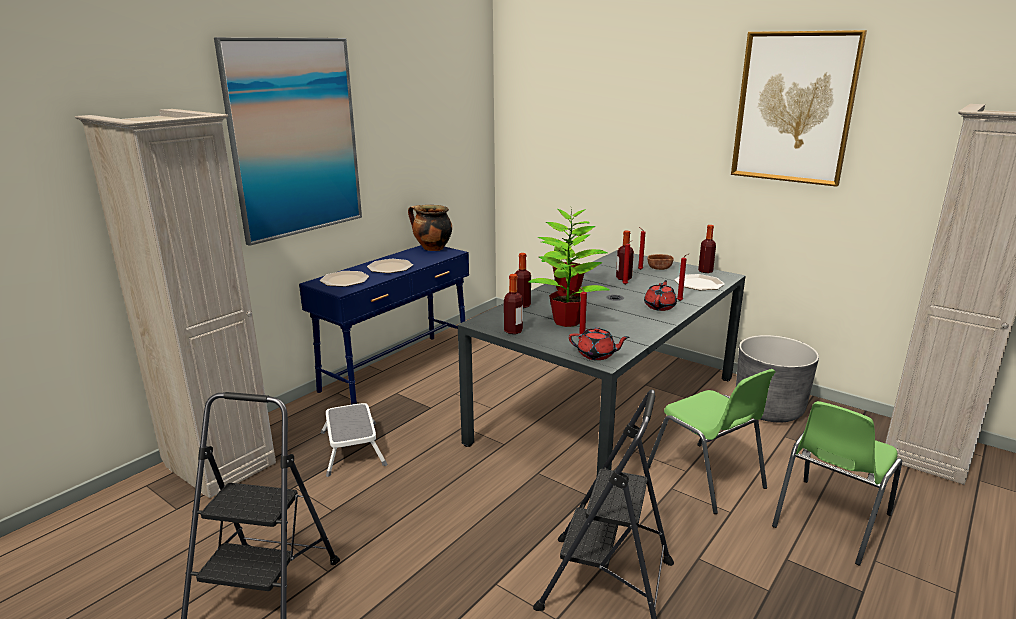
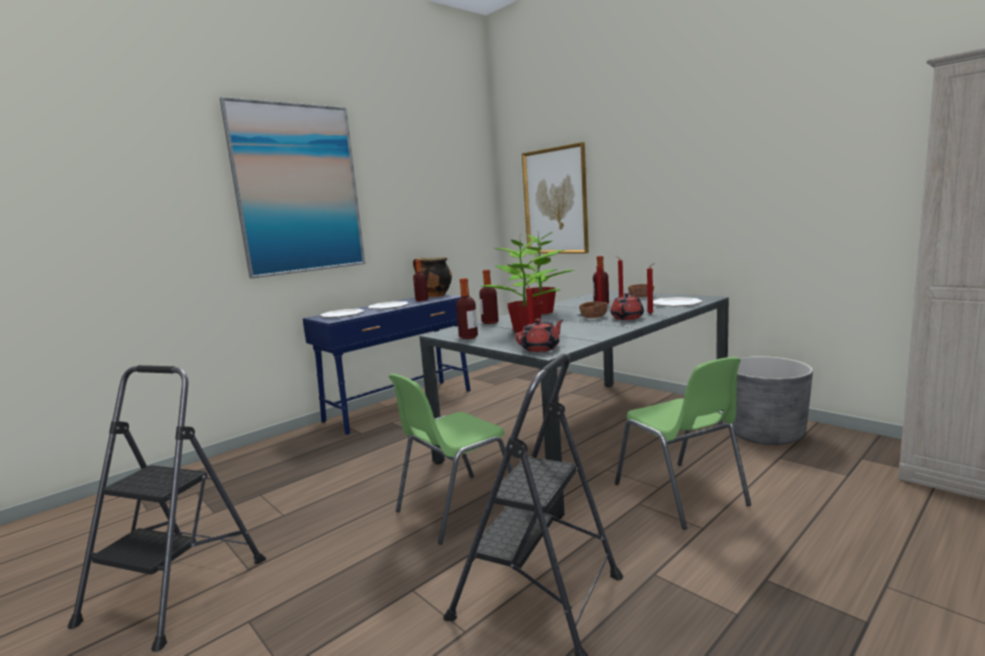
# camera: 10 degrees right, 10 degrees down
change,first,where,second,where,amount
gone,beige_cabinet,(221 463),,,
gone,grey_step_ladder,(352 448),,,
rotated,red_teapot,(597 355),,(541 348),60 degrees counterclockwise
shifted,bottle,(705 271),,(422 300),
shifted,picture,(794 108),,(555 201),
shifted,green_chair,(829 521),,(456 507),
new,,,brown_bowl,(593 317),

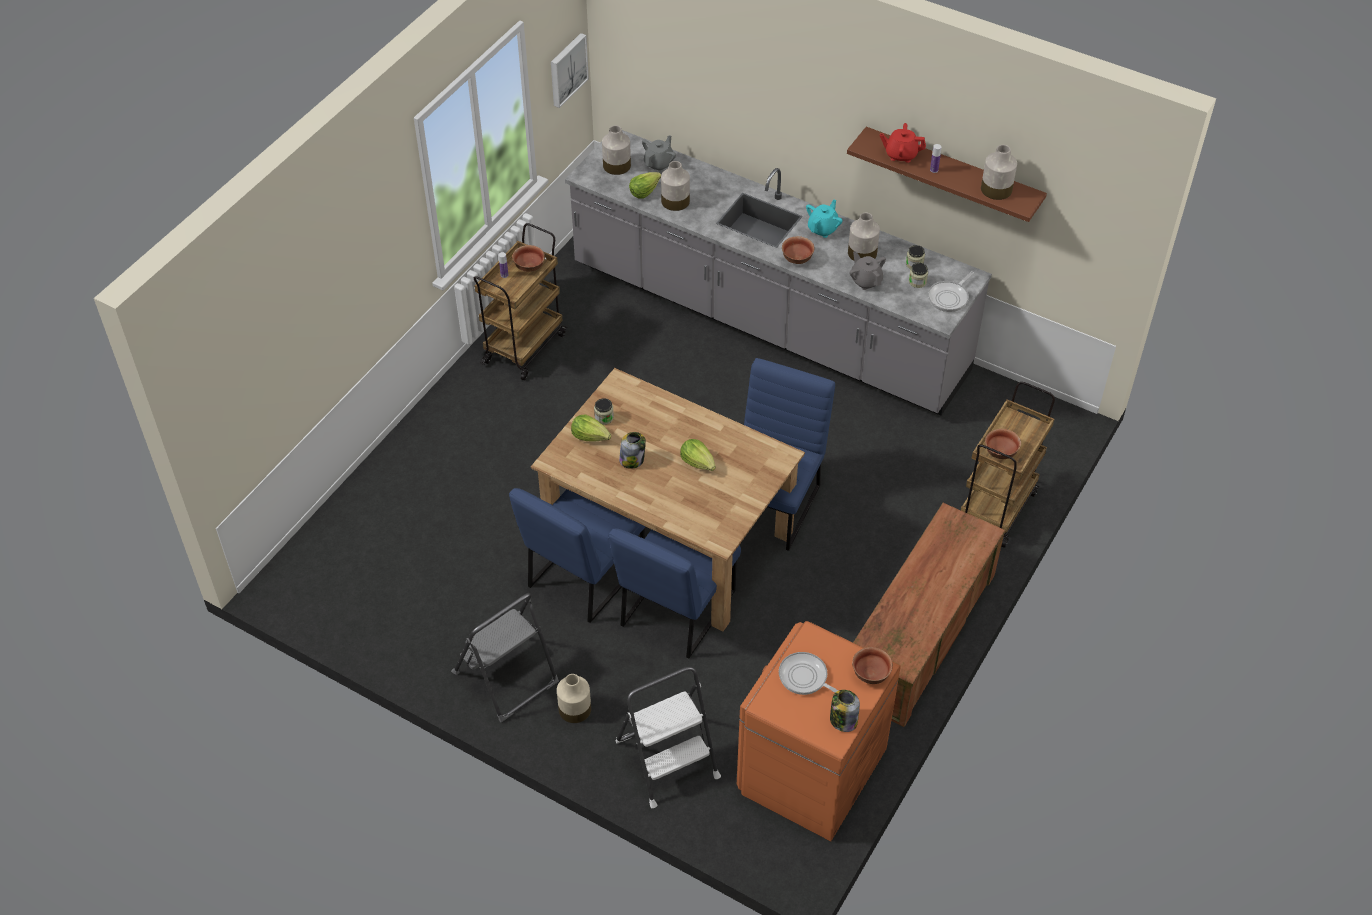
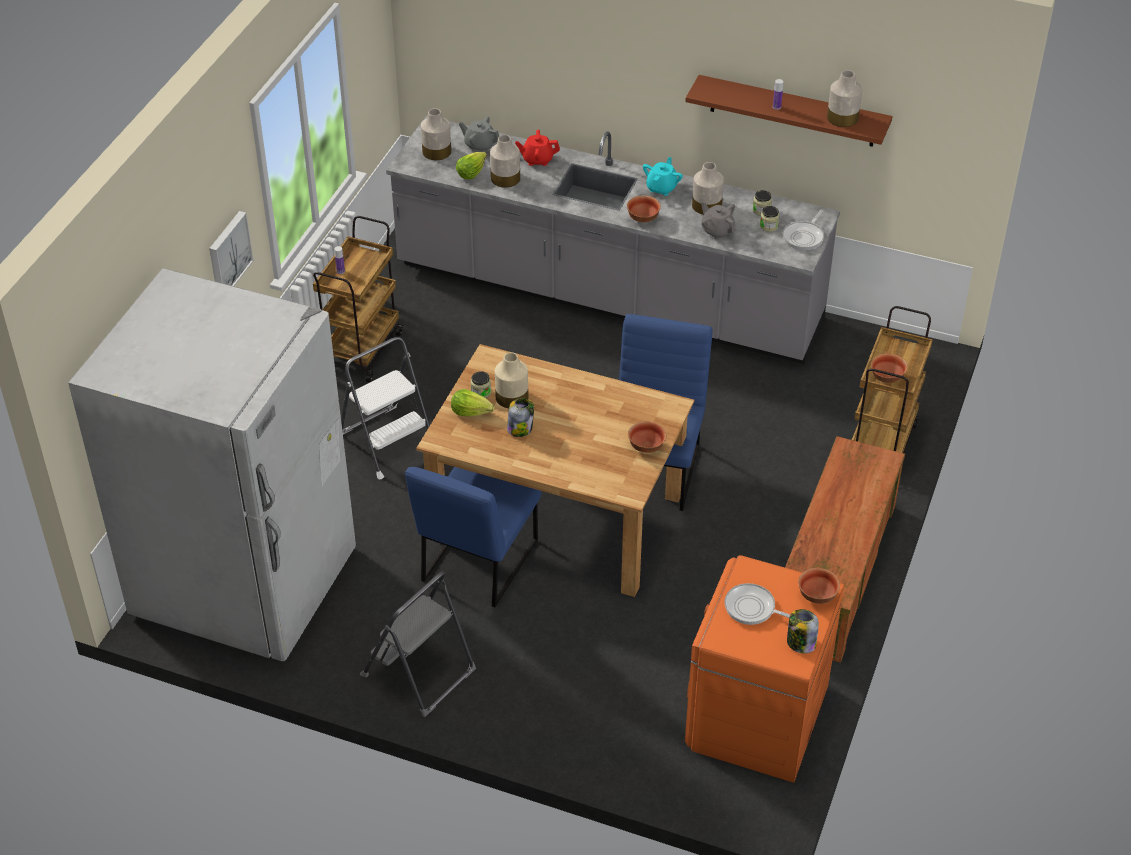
# camera: 10 degrees left, 5 degrees down
change,first,where,second,where,amount
shifted,bowl,(530 267),,(646 446),
shifted,picture,(567 69),,(228 253),
shifted,beige_vase,(574 708),,(511 397),
gone,blue_chair,(675 610),,,
shifted,white_step_ladder,(665 755),,(385 439),
rotated,grey_teapot,(659 163),,(480 145),90 degrees counterclockwise
gone,lettuce,(698 462),,,
shifted,red_teapot,(901 155),,(537 159),
new,,,white_fridge,(245 580),

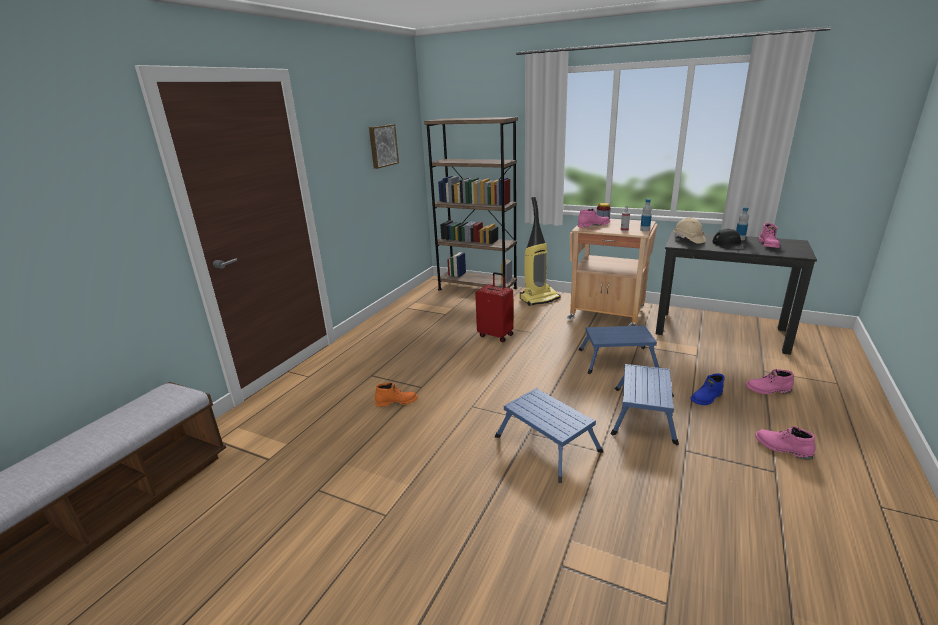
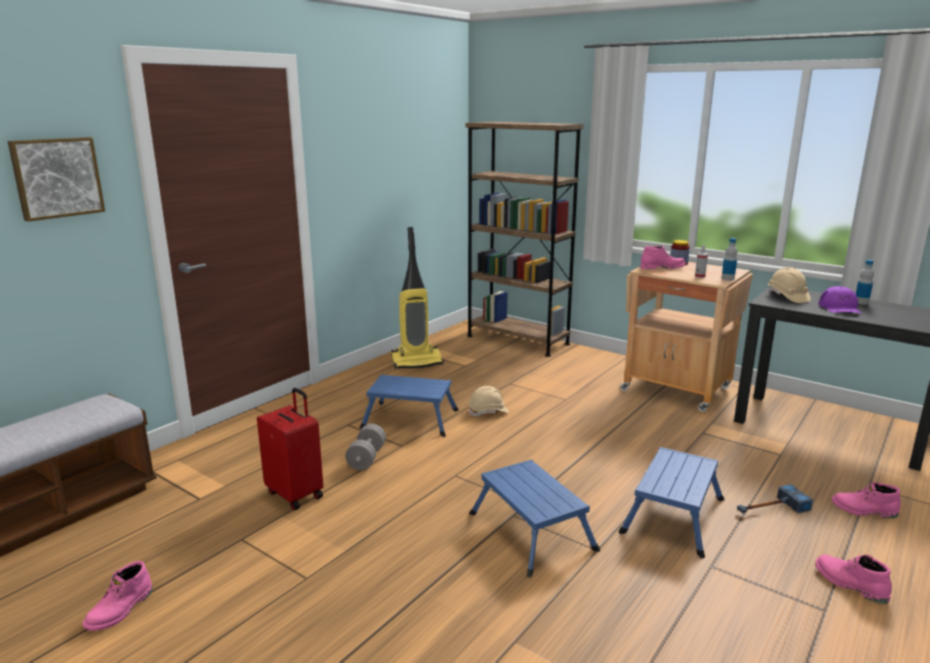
# camera: 10 degrees right, 5 degrees down
change,first,where,second,where,amount
shifted,picture,(382 146),,(56 177),
swapped,orange_boot,(397 402),grey_dumbbell,(366 458),
shifted,red_suitcase,(496 335),,(296 494),
shifted,vacuum_cleaner,(539 299),,(417 362),
shifted,blue_step_ladder,(618 360),,(411 419),
swapped,blue_boot,(707 398),hammer,(770 509),
repainted,black_cap,(729 244),purple_cap,(840 308),
shifted,pink_boot,(769 245),,(121 610),
new,,,beige_hard_hat,(488 412),

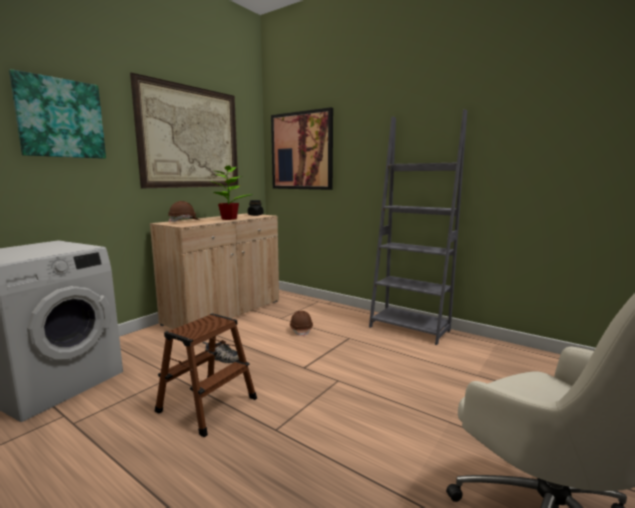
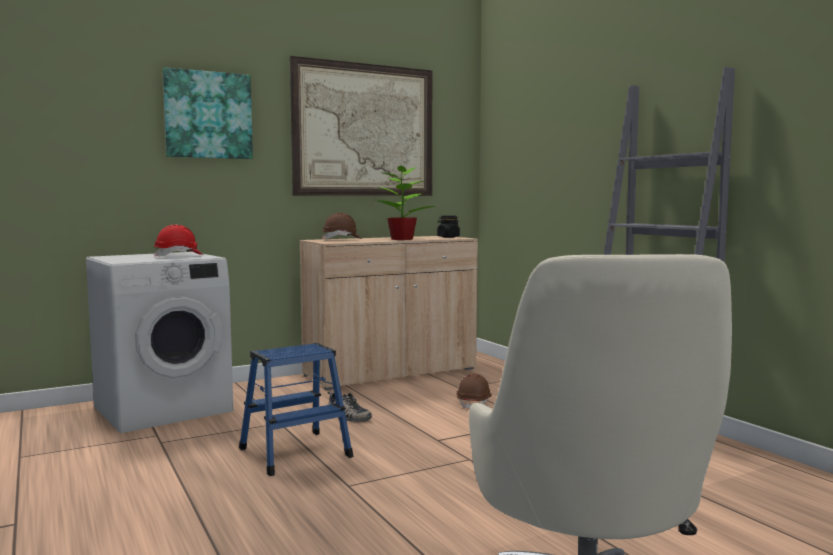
# camera: 25 degrees right, 5 degrees down
change,first,where,second,where,amount
repainted,brown_step_ladder,(207 404),blue_step_ladder,(295 452),
gone,picture,(301 151),,,
new,,,red_hard_hat,(179 256),

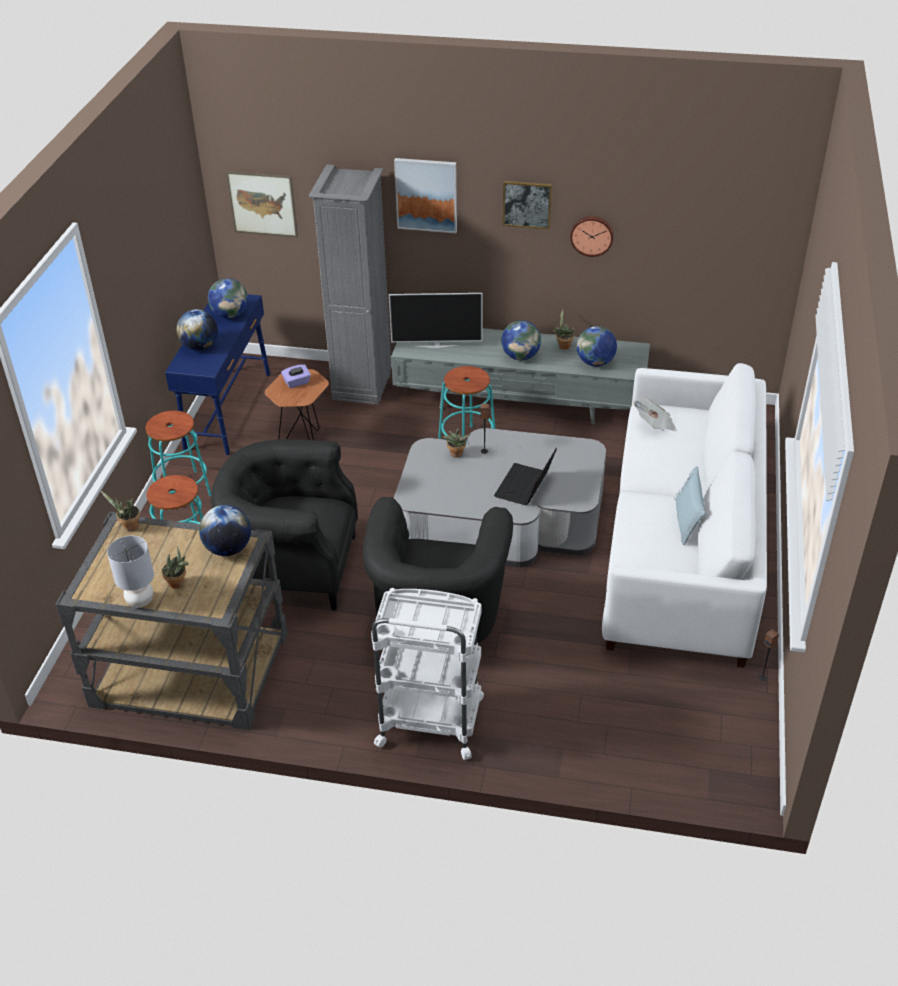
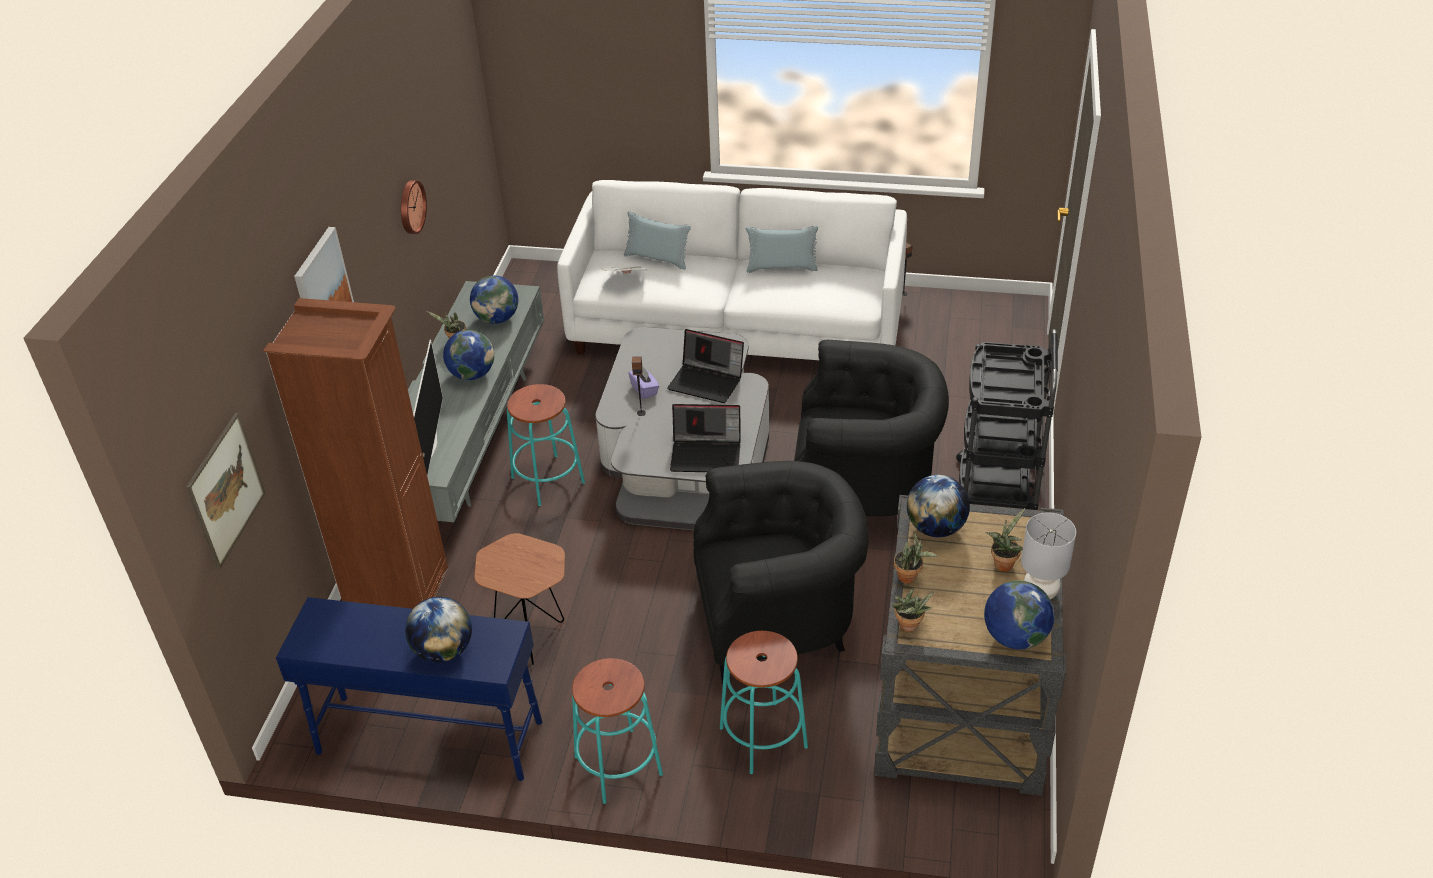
# camera: 90 degrees left, 0 degrees up
change,first,where,second,where,amount
shifted,globe,(230 315),,(1015 637),
rotated,black_armchair,(293 568),,(779 623),105 degrees counterclockwise
shifted,purple_tissue_box,(297 383),,(645 390),
repainted,grey_cabinet,(362 385),brown_cabinet,(398 587),
repainted,white_cart,(430 721),black_cart,(997 493),
shifted,potted_plant,(456 455),,(910 577),
gone,picture,(527 204),,,
new,,,blue_pillow,(657 259),
new,,,laptop,(707 454),

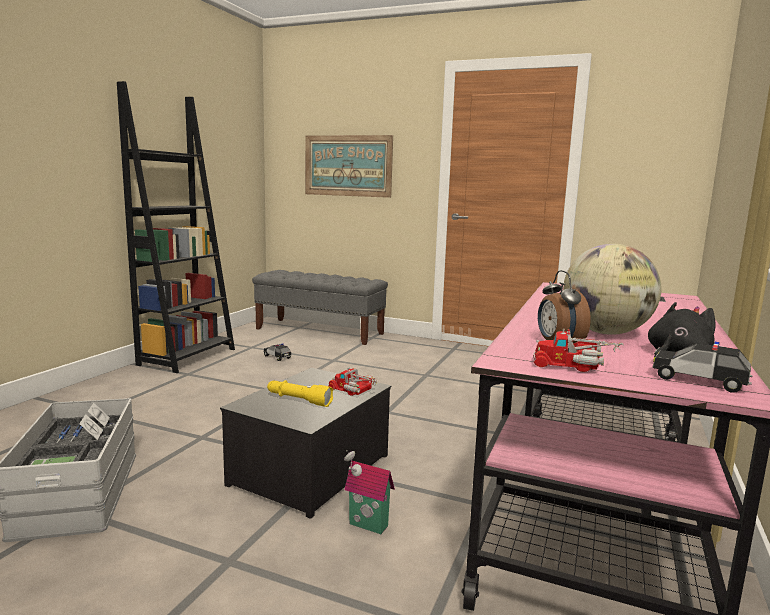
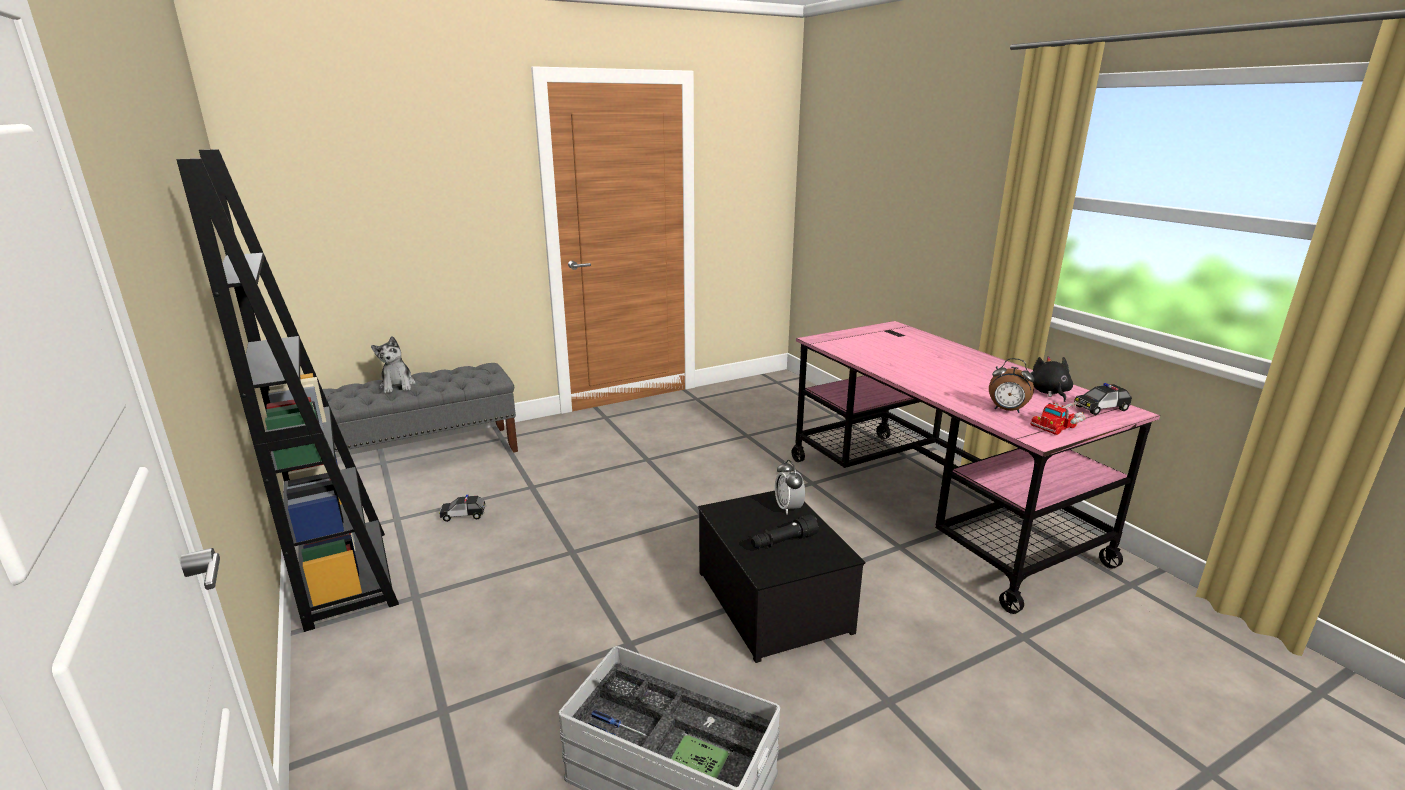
# camera: 50 degrees left, 10 degrees up
change,first,where,second,where,amount
repainted,yellow_flashlight,(298 400),black_flashlight,(783 542),
gone,picture,(348 166),,,
swapped,toy_truck,(355 391),alarm_clock,(788 508),
gone,toy_house,(367 526),,,
gone,globe,(605 333),,,
new,,,plush_toy,(398 385),

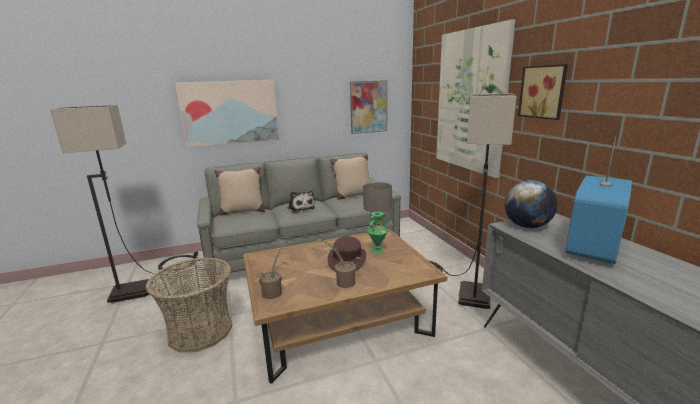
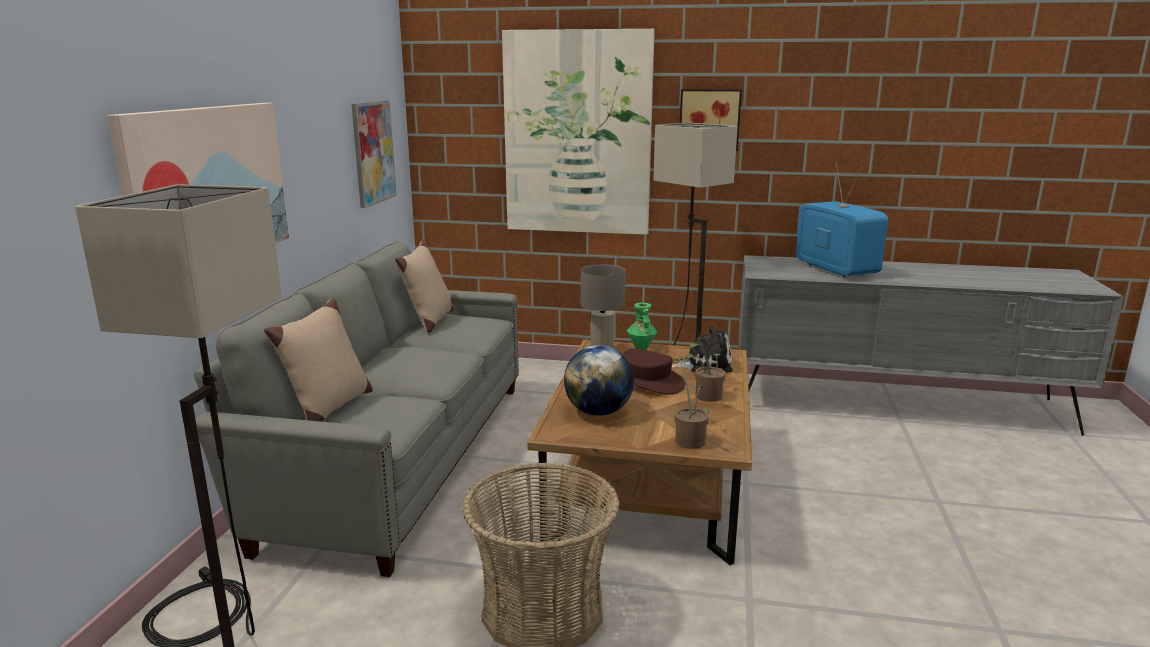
# camera: 60 degrees left, 0 degrees up
change,first,where,second,where,amount
shifted,plush_toy,(300 208),,(705 365),
shifted,globe,(527 226),,(598 412),

